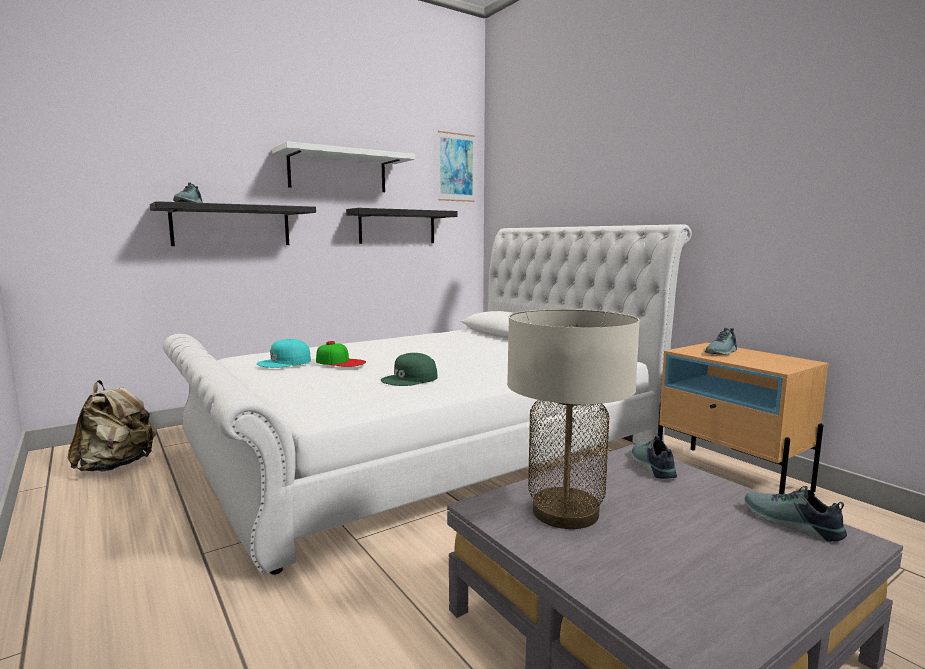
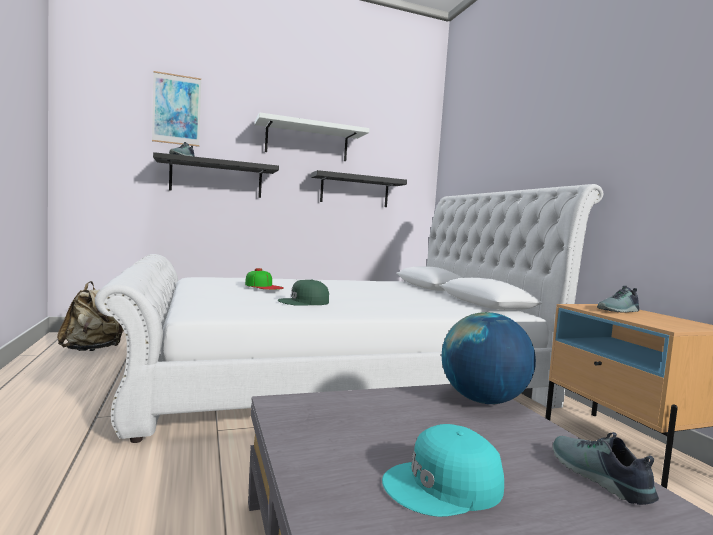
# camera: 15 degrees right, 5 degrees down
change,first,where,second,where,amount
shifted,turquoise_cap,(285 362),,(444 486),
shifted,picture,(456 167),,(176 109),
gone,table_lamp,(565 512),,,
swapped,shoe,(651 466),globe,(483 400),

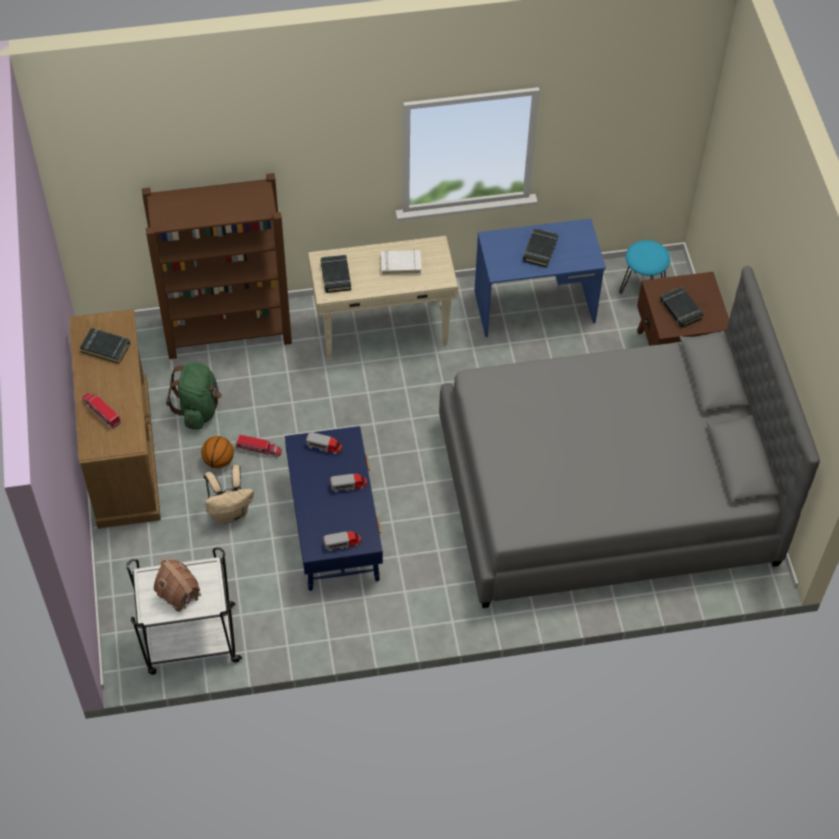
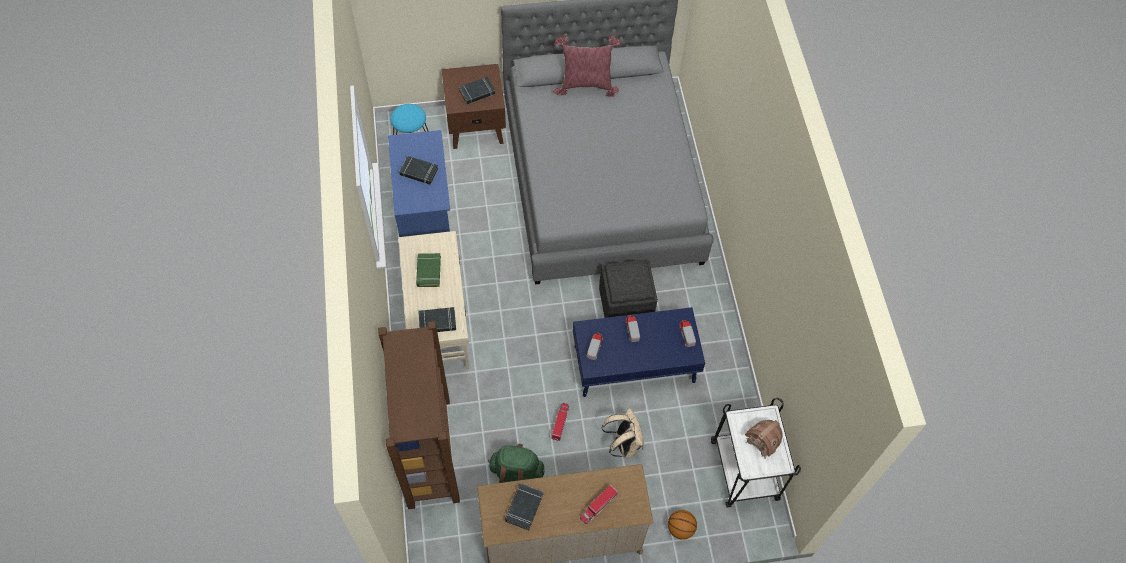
# camera: 90 degrees left, 5 degrees up
change,first,where,second,where,amount
shifted,basketball,(219 460),,(680 528),
repainted,white_book,(400 264),green_book,(428 271),
new,,,red_pillow,(585 87),
new,,,grey_ottoman,(626 303),

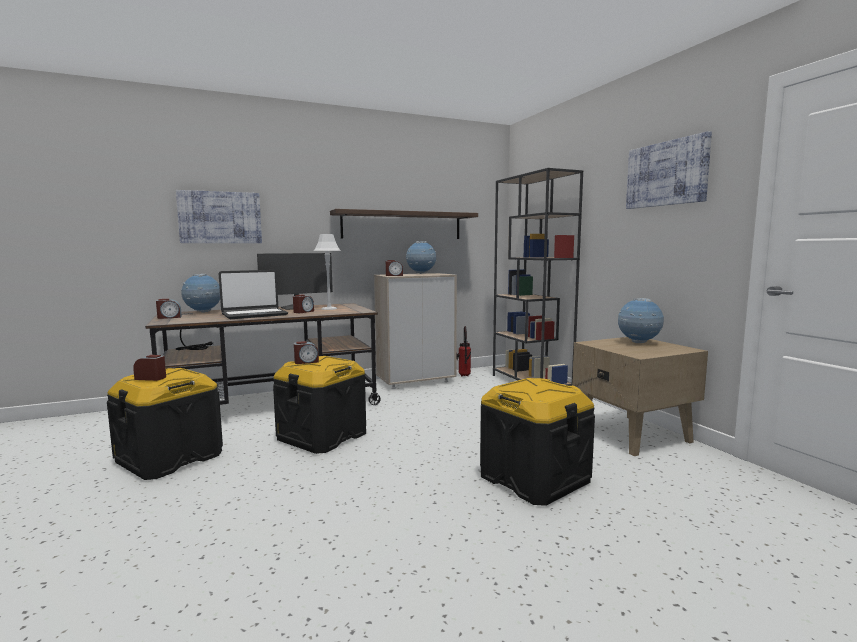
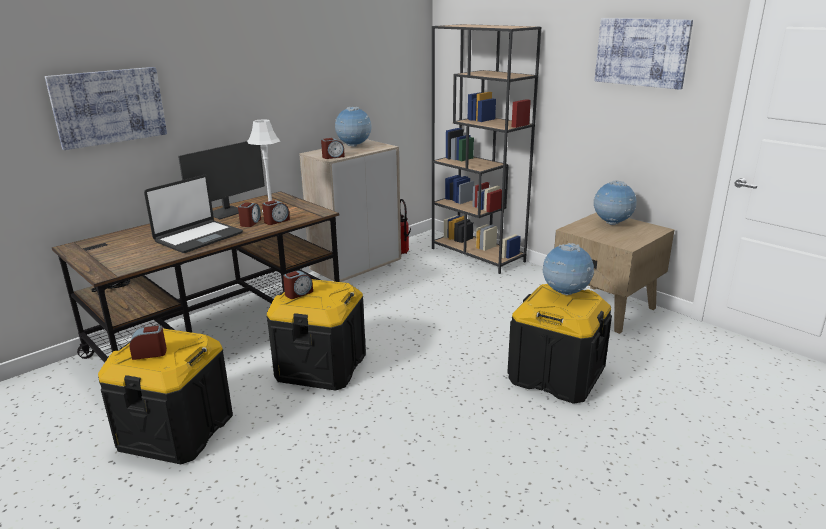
# camera: 20 degrees left, 15 degrees up
change,first,where,second,where,amount
shifted,alarm_clock,(169 317),,(276 221),
shifted,globe,(203 312),,(565 294),
gone,shelf,(402 225),,,

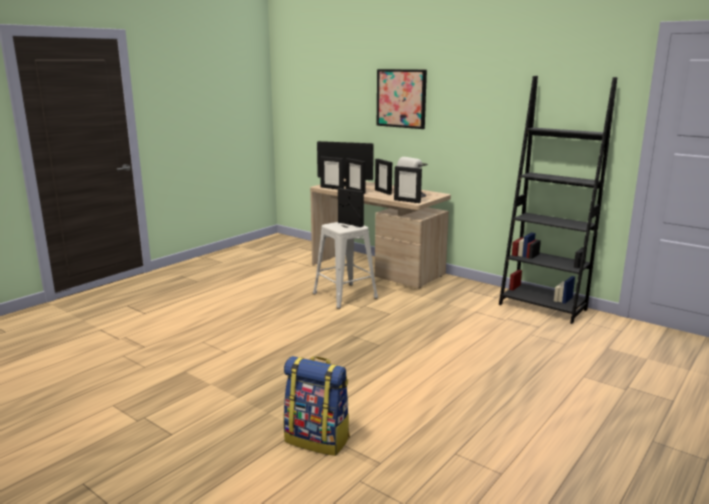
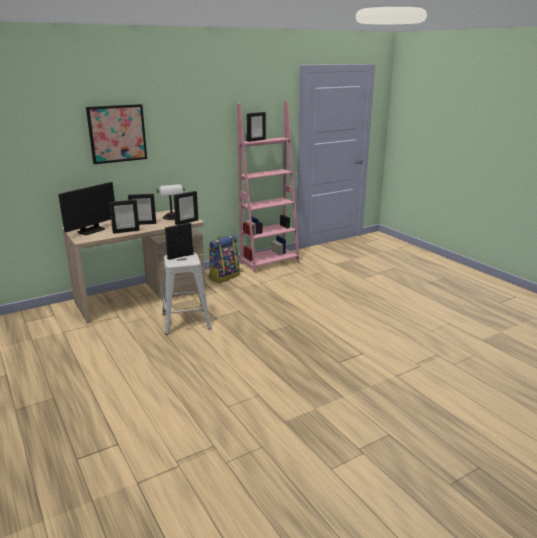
# camera: 70 degrees left, 5 degrees up
change,first,where,second,where,amount
shifted,backpack,(318 439),,(224 277),
shifted,picture_frame,(332 188),,(256 140),
repainted,black_bookcase,(542 307),pink_bookcase,(269 262),

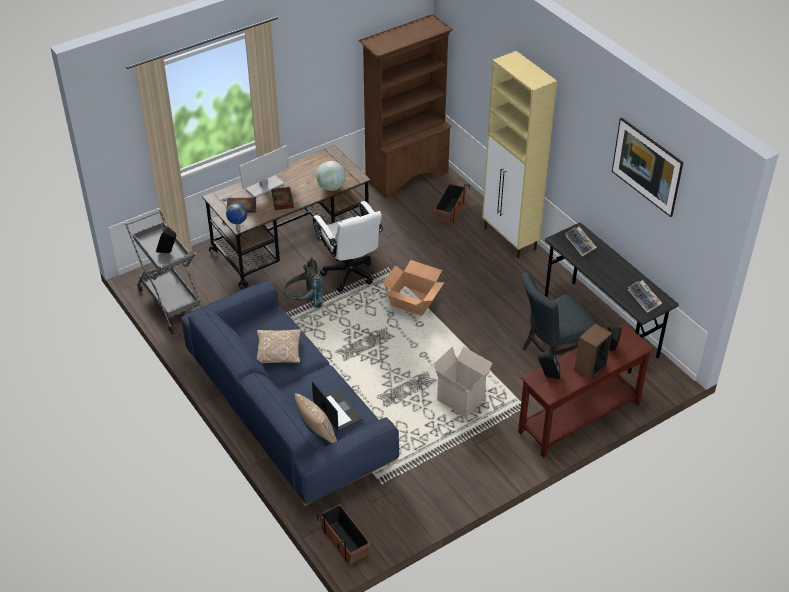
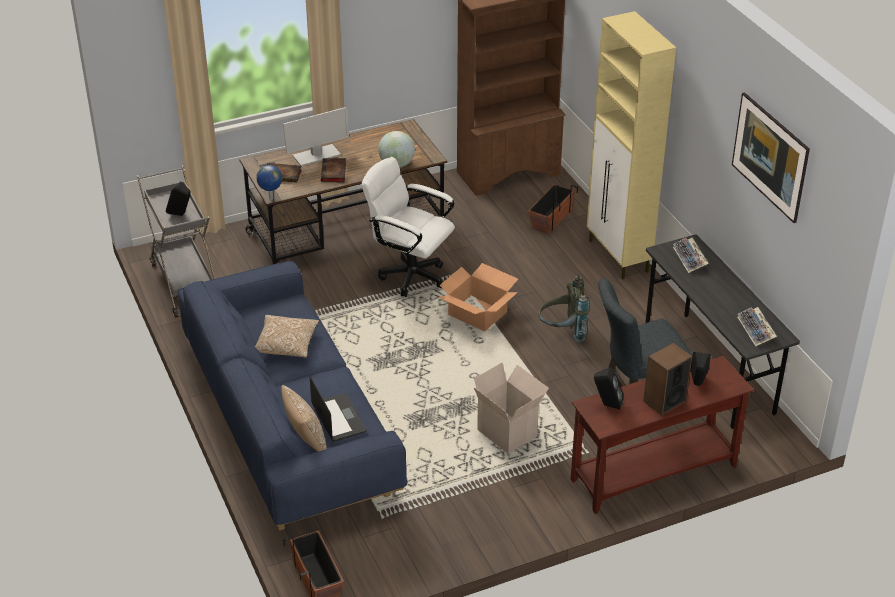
# camera: 10 degrees right, 5 degrees down
change,first,where,second,where,amount
shifted,grey_backpack,(304 302),,(562 332),
rotated,white_office_chair,(350 276),,(409 277),135 degrees clockwise

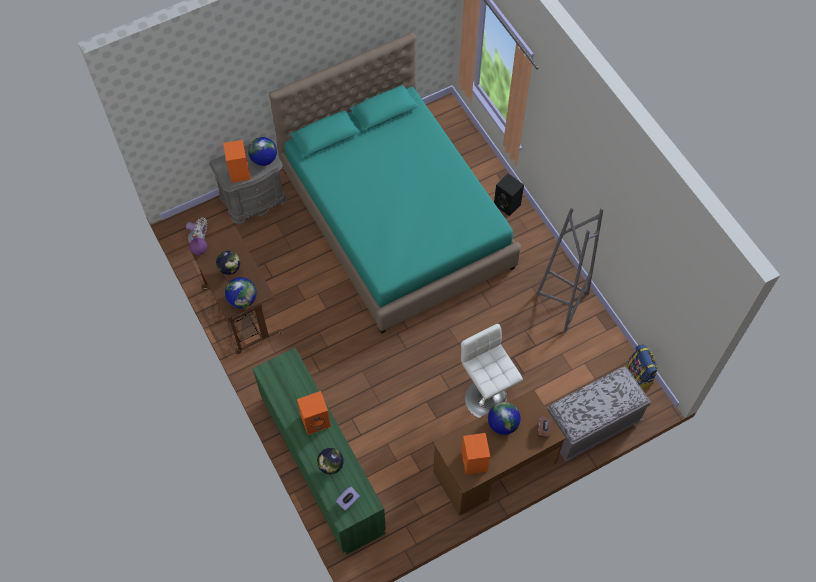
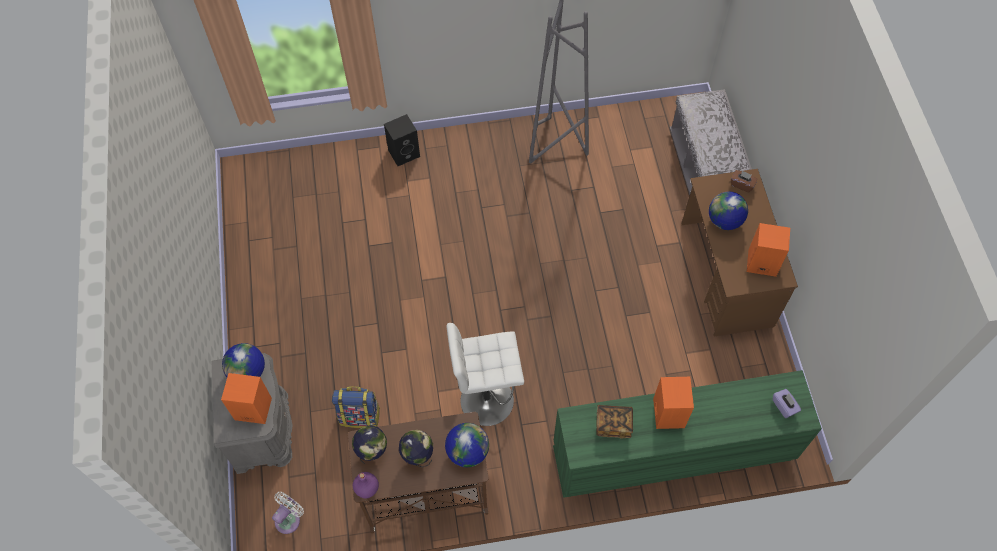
# camera: 70 degrees left, 0 degrees up
change,first,where,second,where,amount
gone,turquoise_bed,(396 217),,,
shifted,globe,(331 468),,(372 451),
shifted,white_stool,(485 398),,(486 400),
shifted,backpack,(639 376),,(360 415),
new,,,book,(613 424),

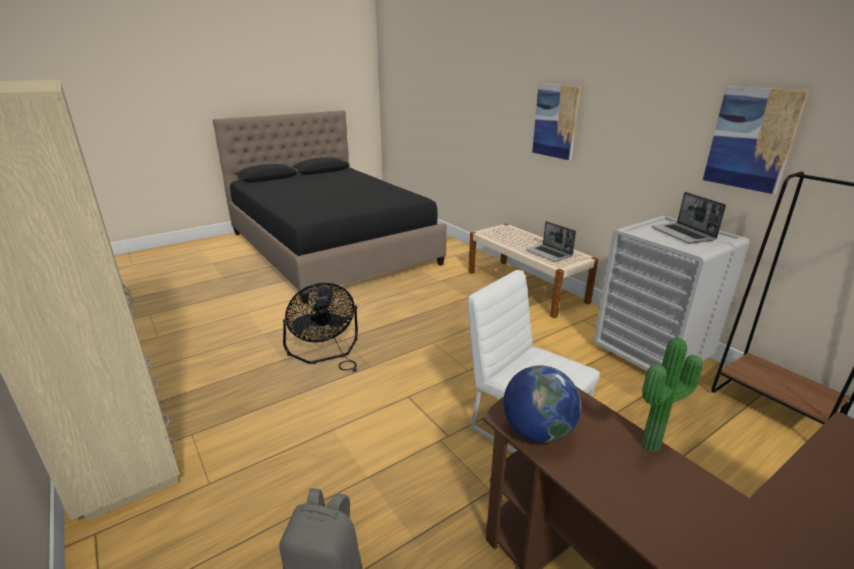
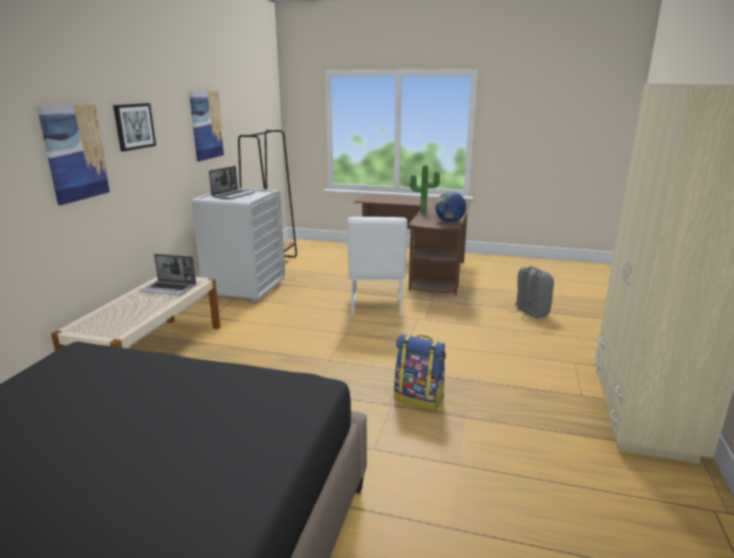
# camera: 130 degrees left, 5 degrees down
change,first,where,second,where,amount
swapped,black_fan,(329 354),backpack,(419 398),
rotated,laptop,(549 254),,(170 289),90 degrees clockwise
new,,,picture,(134 126),

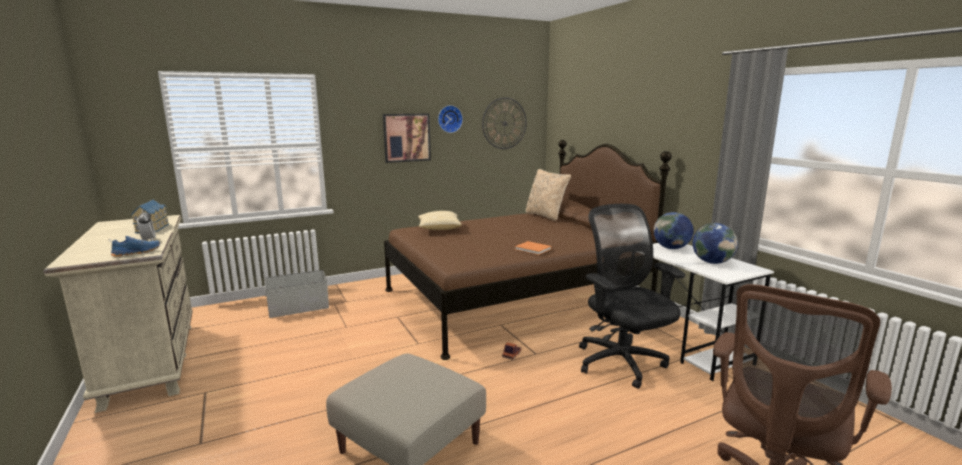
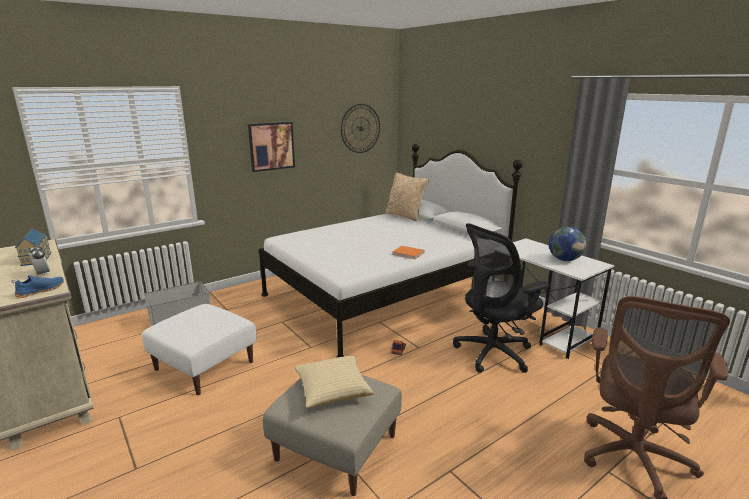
# camera: 10 degrees left, 5 degrees up
change,first,where,second,where,amount
repainted,brown_bed,(514 299),white_bed,(384 295),
shifted,pillow,(439 228),,(333 391),
gone,wall_clock,(449 119),,,
rotated,black_office_chair,(624 365),,(495 351),90 degrees counterclockwise
gone,globe,(671 248),,,
new,,,white_ottoman,(203 365),

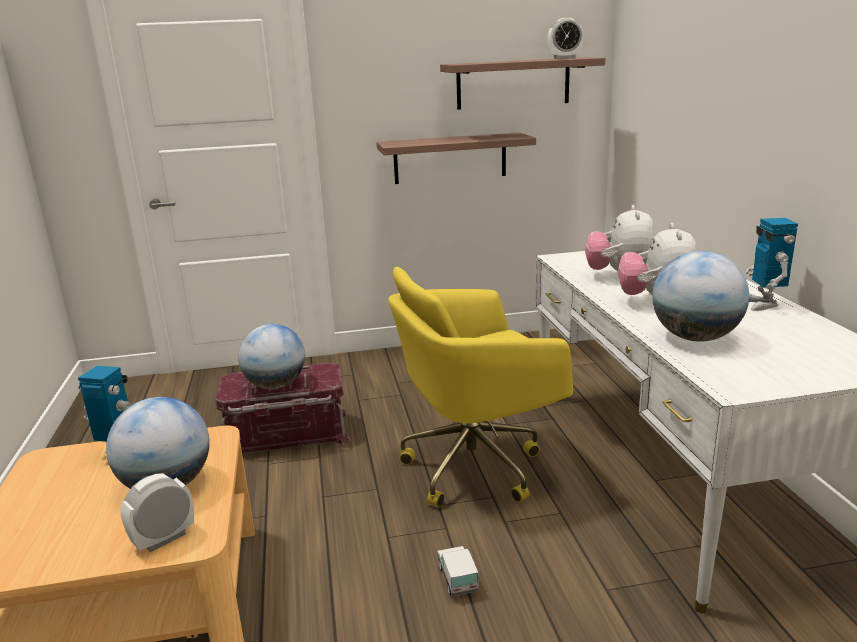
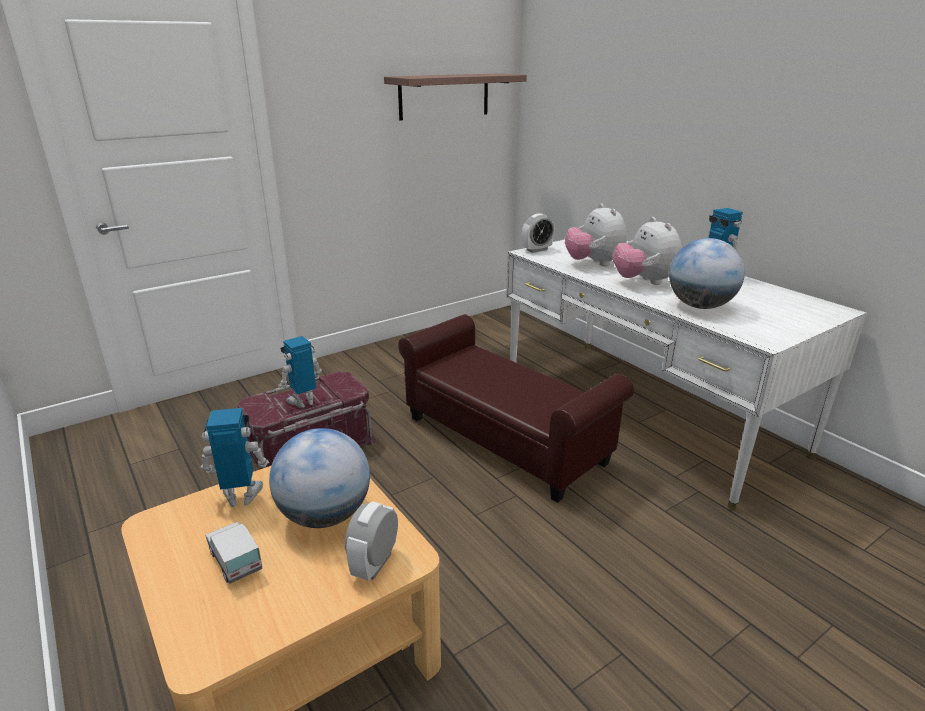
# camera: 25 degrees left, 5 degrees up
change,first,where,second,where,amount
swapped,globe,(276 386),toy_robot,(303 401),
gone,shelf,(450 158),,,
swapped,yellow_office_chair,(478 467),brown_ottoman,(504 440),
shifted,toy_truck,(457 579),,(235 561),
shifted,alarm_clock,(564 58),,(537 250),

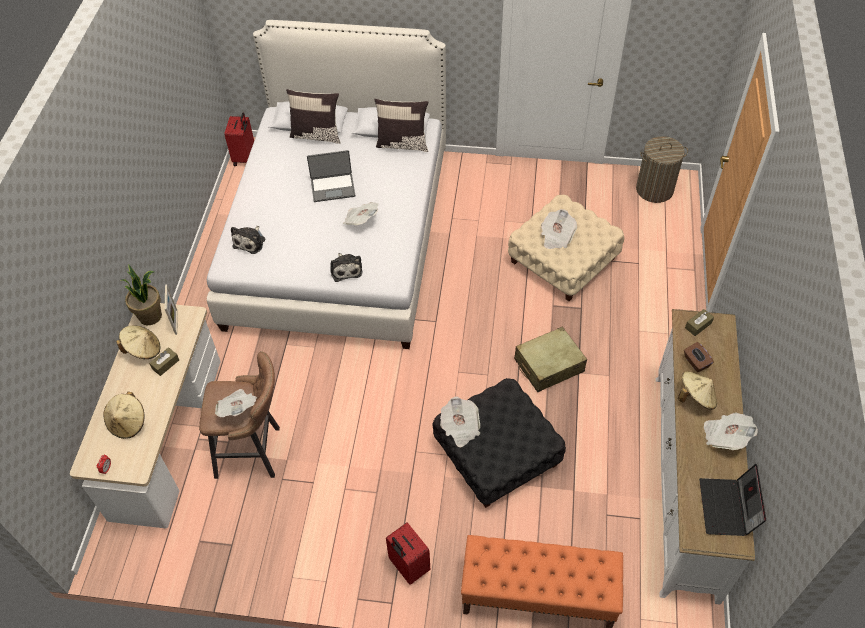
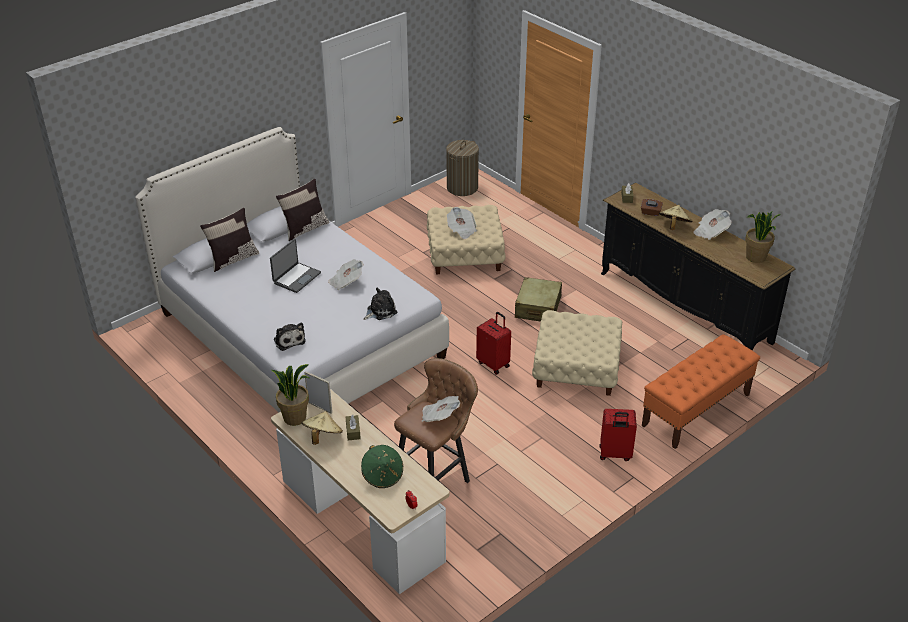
# camera: 50 degrees left, 15 degrees down
change,first,where,second,where,amount
repainted,beige_hat,(128 423),green_hat,(382 475),
shifted,red_suitcase,(245 158),,(494 364),
rotated,plush_toy,(346 269),,(380 311),60 degrees counterclockwise
repainted,black_ottoman,(497 453),beige_ottoman,(576 367),
gone,newspaper,(460 428),,,
repainted,white_dresser,(683 482),black_dresser,(683 308),
swapped,laptop,(727 508),potted_plant,(756 257),

